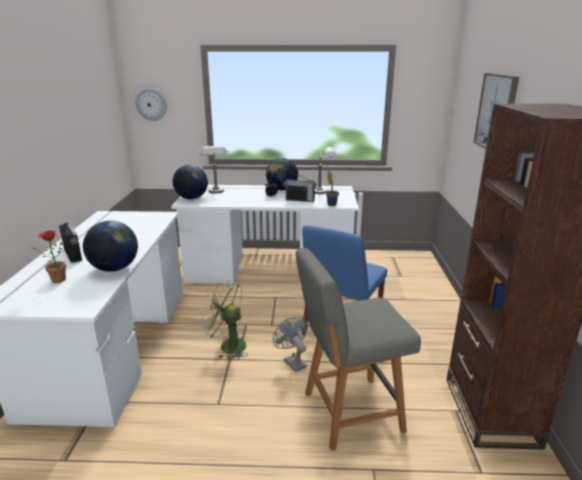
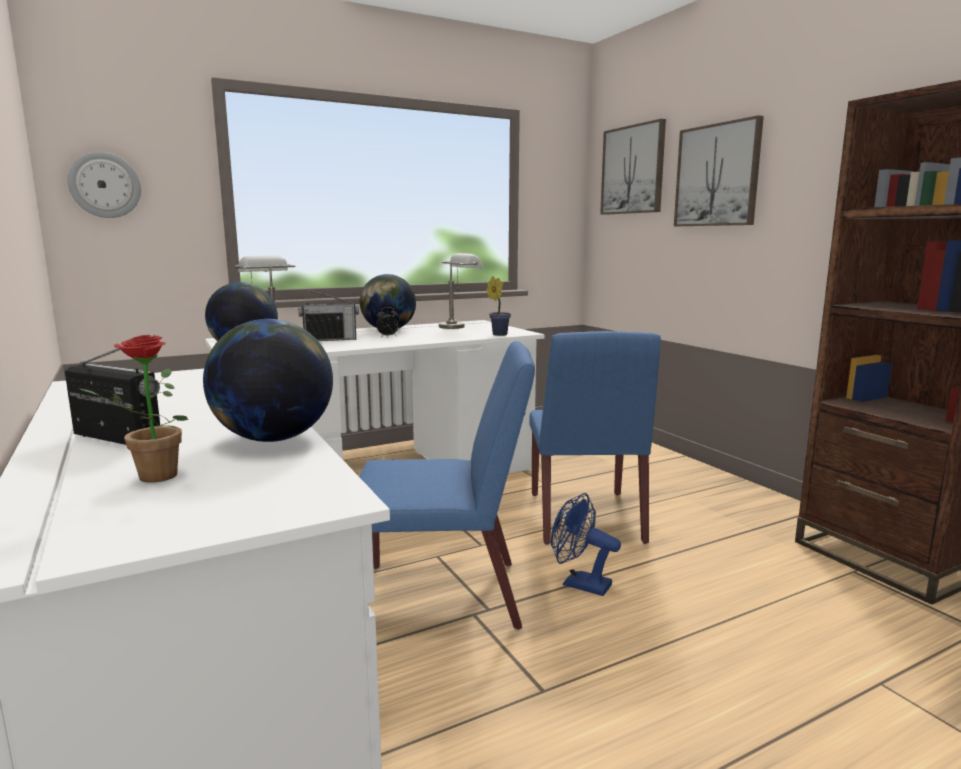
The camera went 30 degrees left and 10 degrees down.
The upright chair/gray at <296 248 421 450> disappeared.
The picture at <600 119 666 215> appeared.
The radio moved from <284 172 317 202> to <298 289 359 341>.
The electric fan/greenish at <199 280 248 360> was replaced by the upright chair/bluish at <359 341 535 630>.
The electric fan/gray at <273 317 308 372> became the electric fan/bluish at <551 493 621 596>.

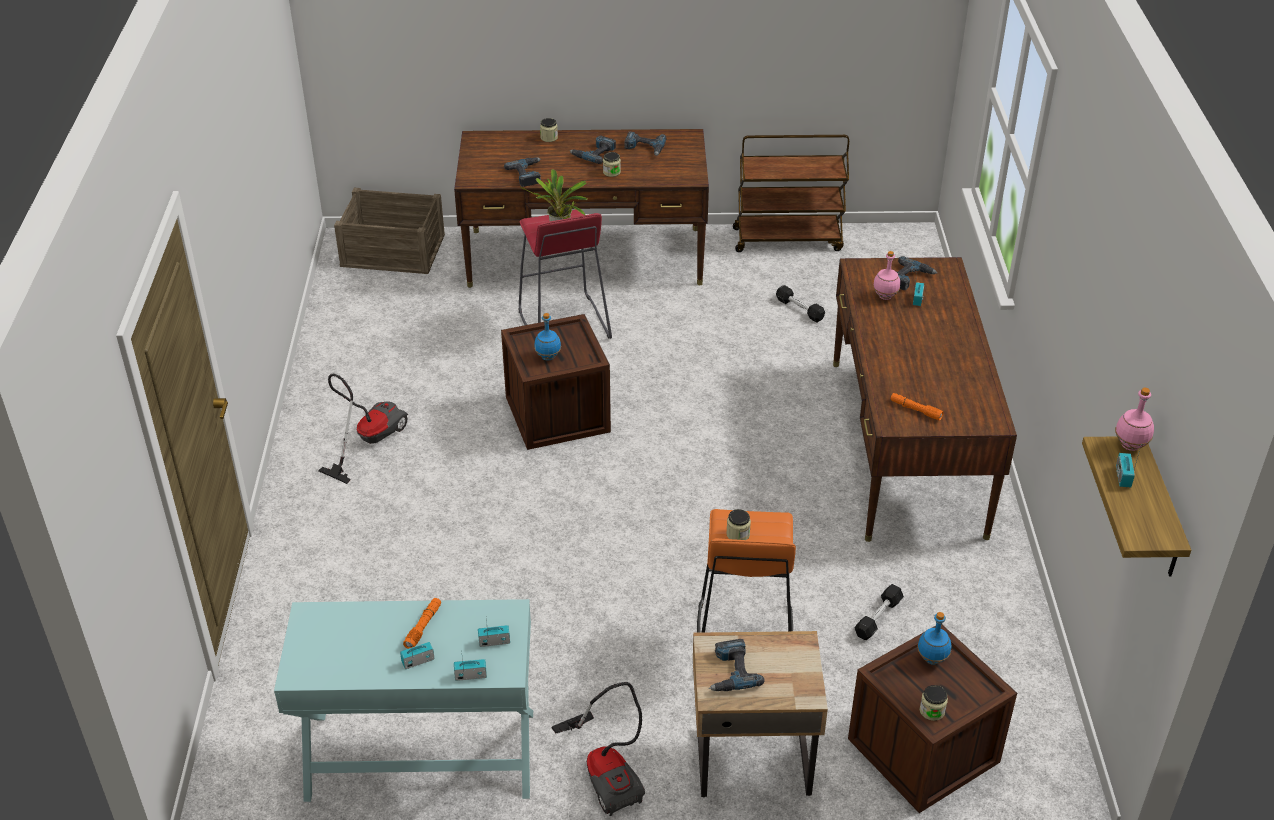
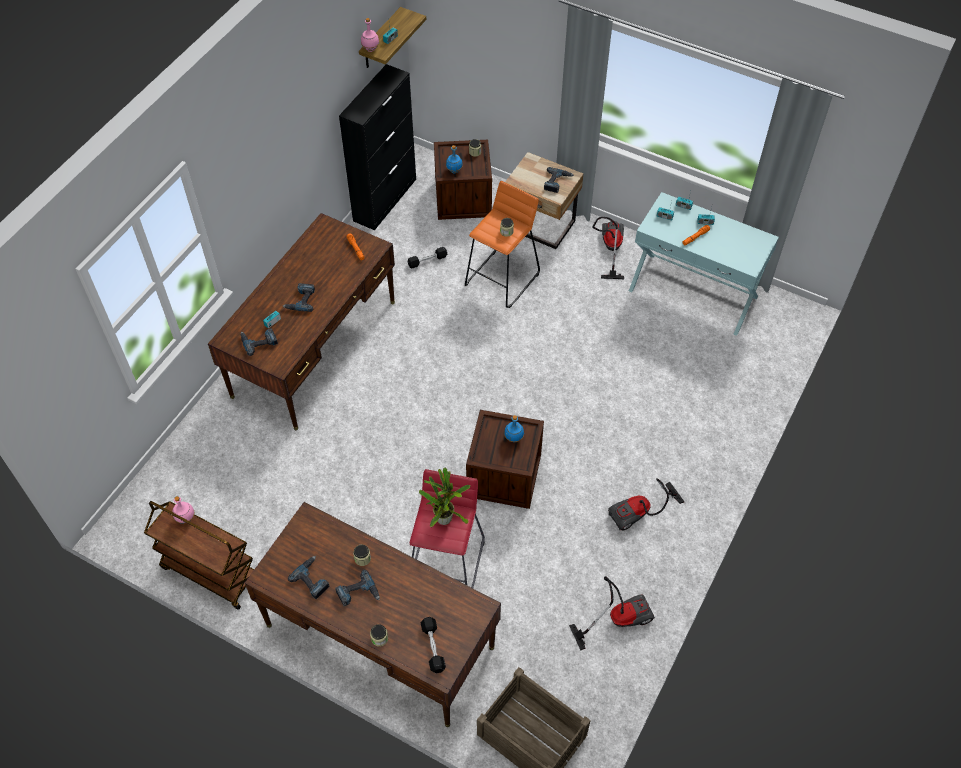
The camera went 150 degrees left and 15 degrees up.
The cupboard/blackish at <339 64 416 230> appeared.
The hoover at <569 576 655 651> appeared.
The power drill moved from <504 157 541 187> to <283 283 315 312>.
The hand weight/blackish moved from <776 285 825 323> to <421 617 446 674>.
The bottle/pink-coloured moved from <873 251 900 300> to <172 496 195 523>.

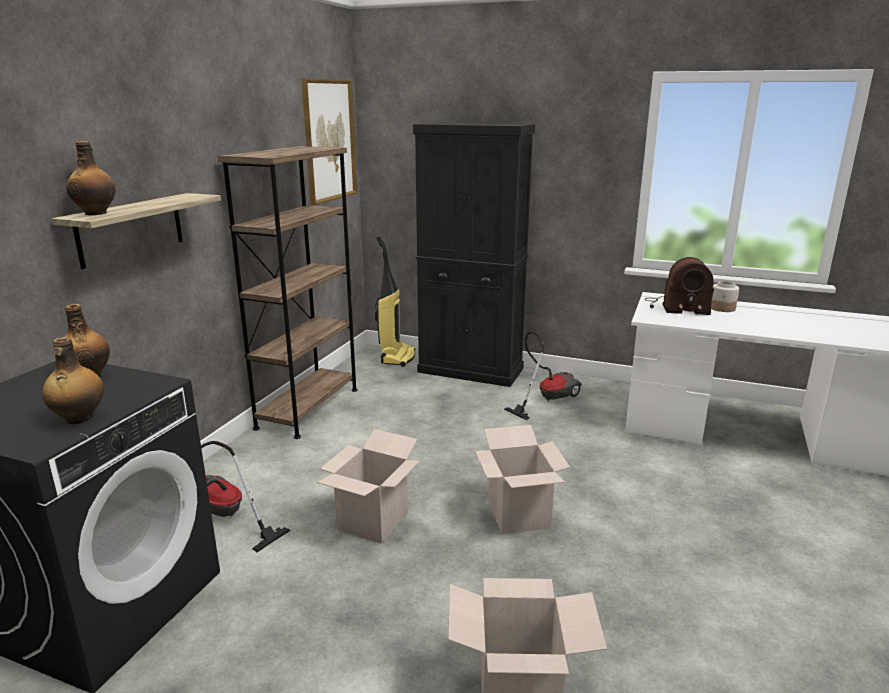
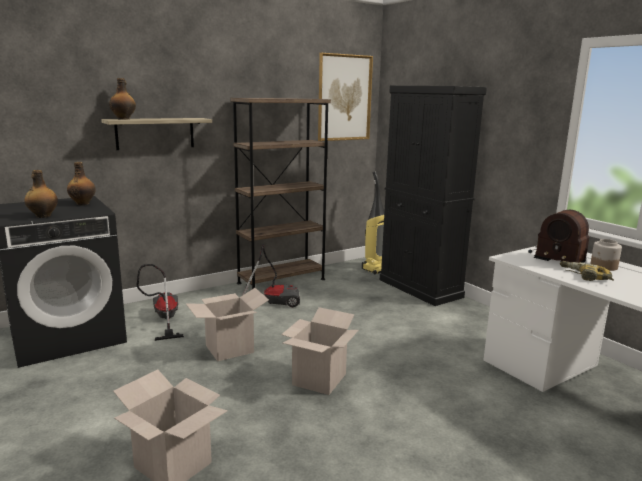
The camera went 35 degrees right and 5 degrees down.
The power drill at <560 261 614 281> appeared.
The hoover moved from <504 331 582 420> to <242 244 300 307>.

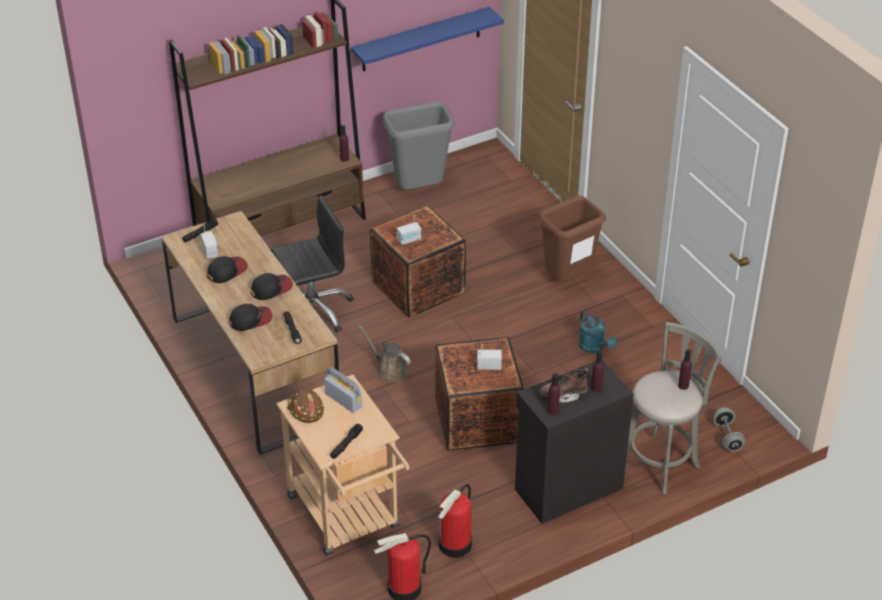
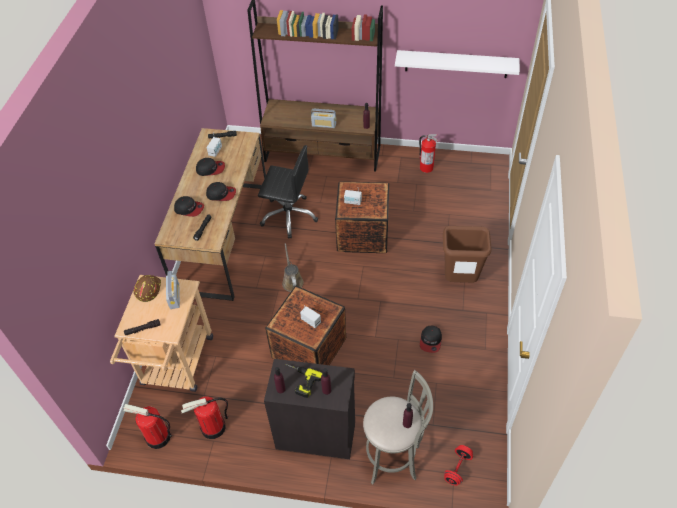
The camera went 40 degrees right and 10 degrees up.
The radio at <311 109 336 128> appeared.
The waste bin/gray at <383 102 454 189> was replaced by the fire-fighting cylinder at <419 134 438 173>.
The boot/brown at <539 367 589 402> was replaced by the power drill at <286 364 323 398>.
The watering can/turquoise at <579 310 617 353> was replaced by the baseball cap at <420 326 442 353>.
The shelf/bluish at <351 7 504 71> became the shelf/whitish at <395 50 520 78>.
The hand weight/gray at <713 407 745 451> became the hand weight/red at <444 445 473 486>.

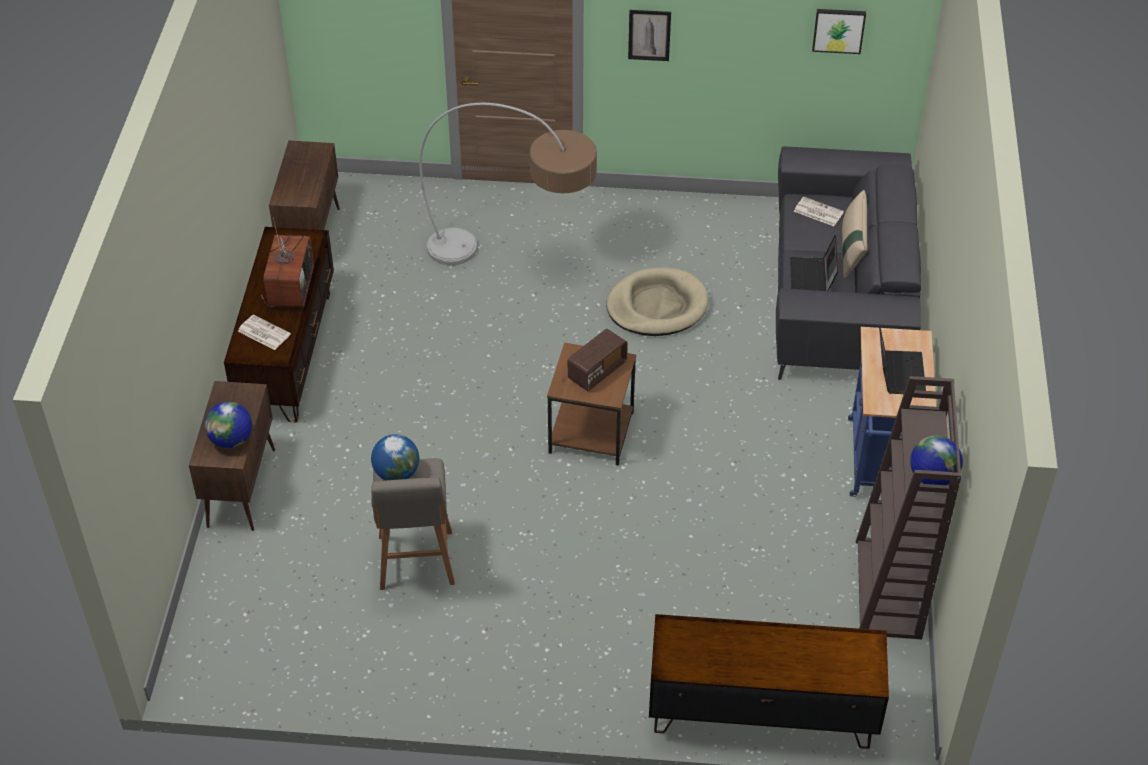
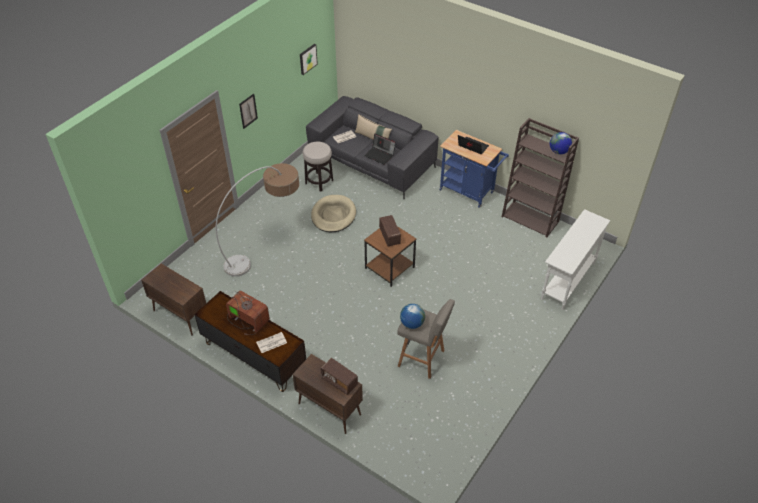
The camera went 60 degrees left and 0 degrees up.
The sitting stool at <303 142 333 191> appeared.
The world globe at <205 402 252 448> was replaced by the radio at <321 358 358 395>.
The media console/brown at <649 614 889 749> was replaced by the narrow table/whitish at <541 209 610 310>.

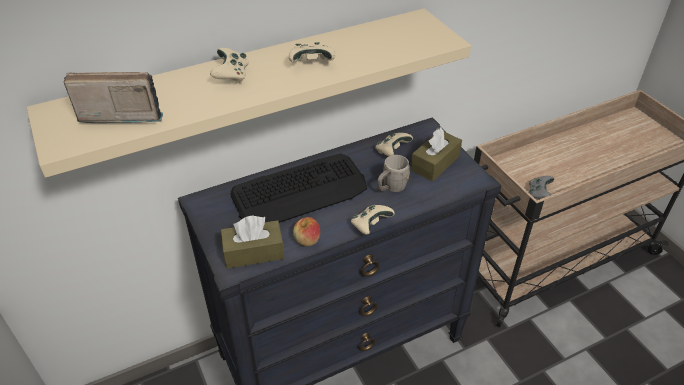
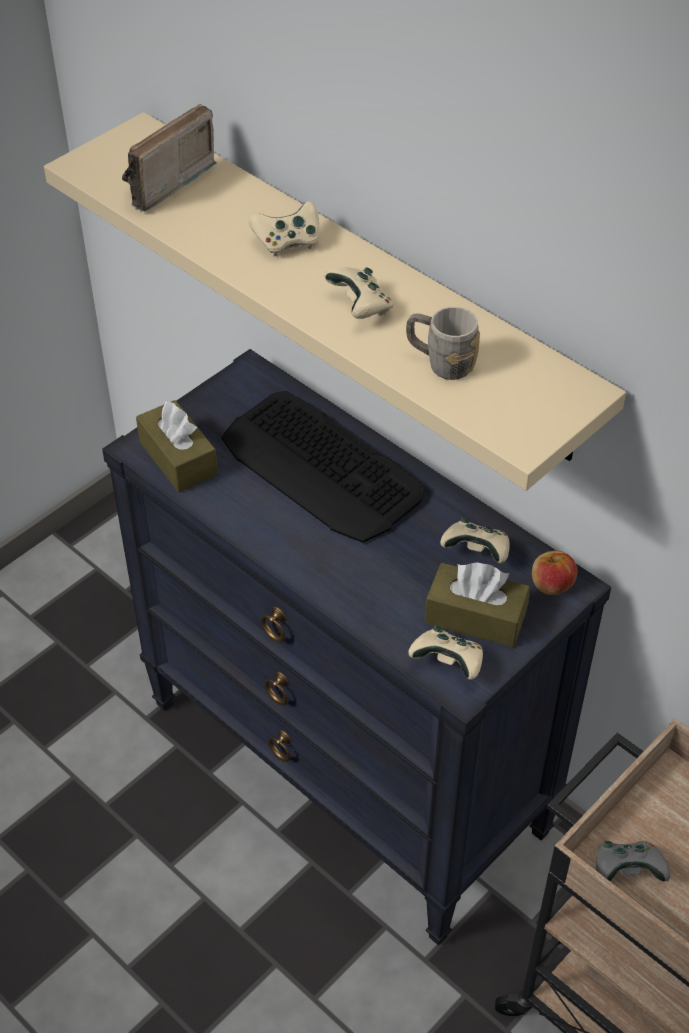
The camera went 70 degrees right and 5 degrees up.
The apple moved from <293 217 320 246> to <532 550 577 595>.
The game controller/beige-coloured moved from <351 205 395 235> to <409 625 483 680>.
The coffee mug/gray moved from <377 155 410 192> to <406 307 480 380>.
The radio at <64 72 163 123> turned 120 degrees counterclockwise.

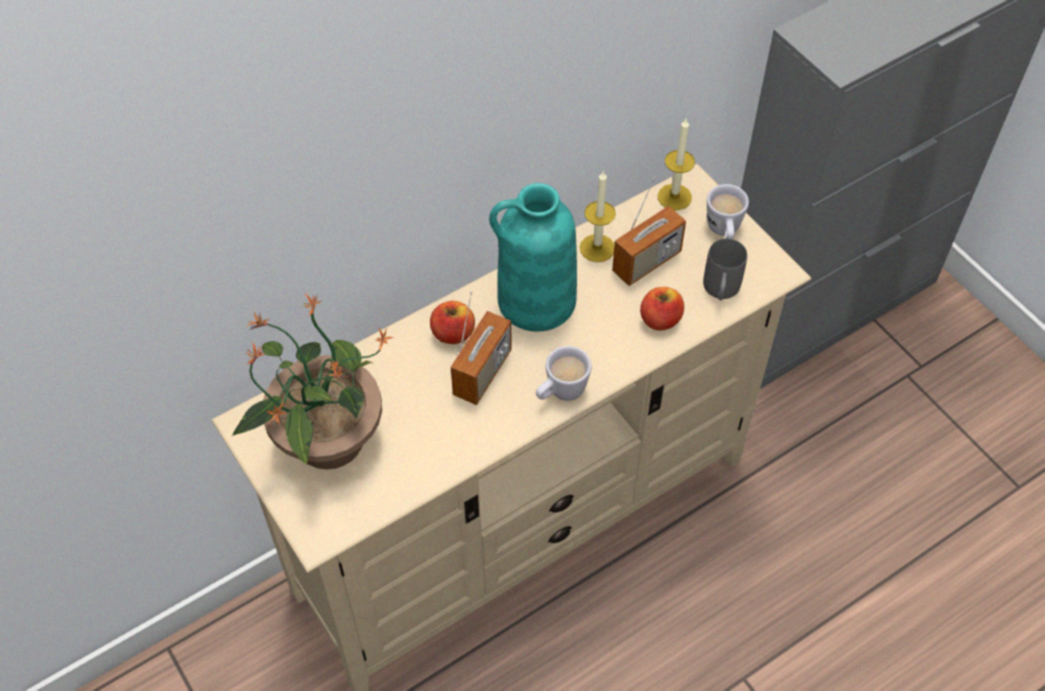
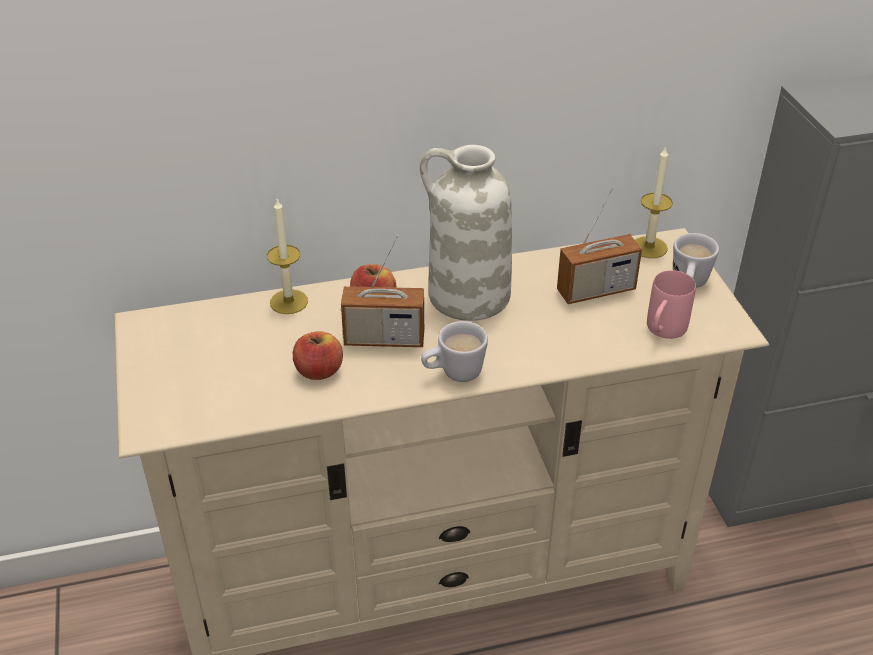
The camera went 20 degrees right and 15 degrees down.
The houseplant at <232 294 394 469> disappeared.
The wax light moved from <580 171 616 262> to <267 199 308 314>.
The apple moved from <640 287 684 331> to <293 331 343 380>.
The flower vase/turquoise at <489 183 577 332> became the flower vase/whitish at <420 145 512 321>.
The coffee mug/gray at <703 238 747 300> became the coffee mug/pink-coloured at <647 270 696 339>.
The radio at <451 291 512 405> turned 45 degrees clockwise.

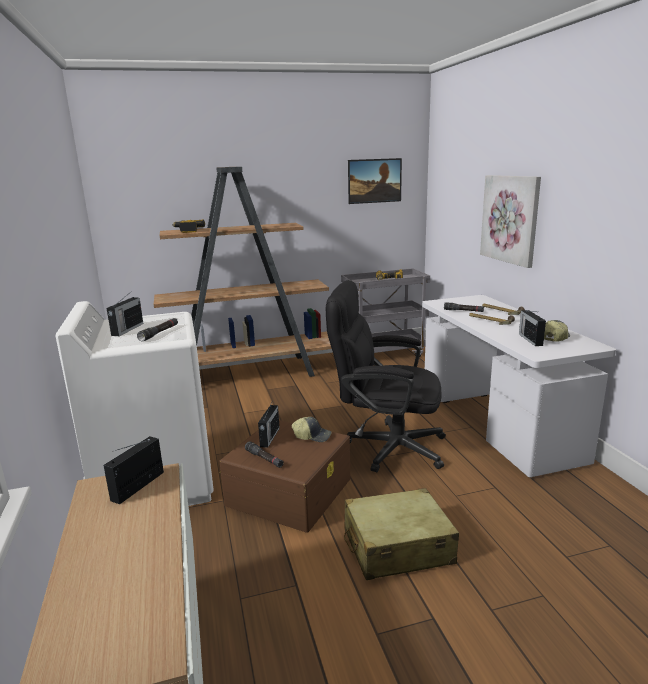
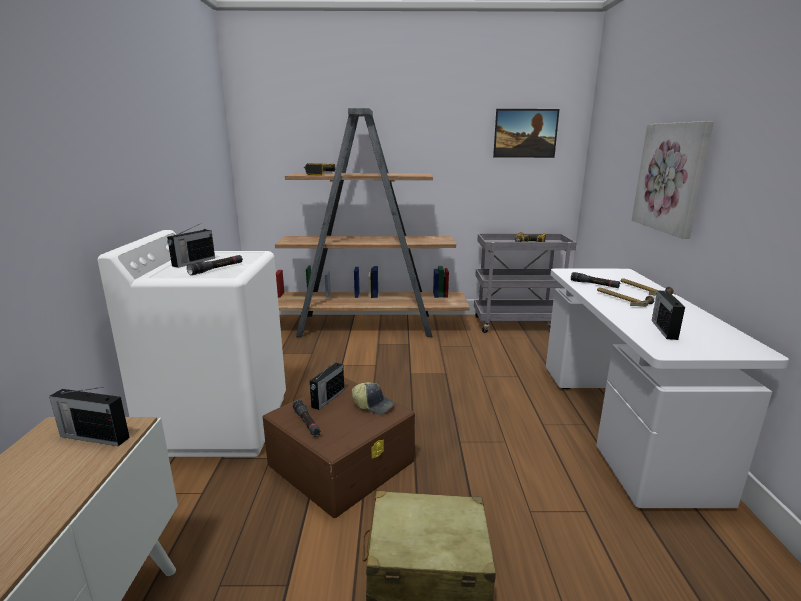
The camera went 15 degrees right and 0 degrees up.
The office chair/blackish at <326 280 446 472> disappeared.
The baseball cap at <544 320 570 342> disappeared.
The radio at <103 436 164 504> turned 120 degrees counterclockwise.

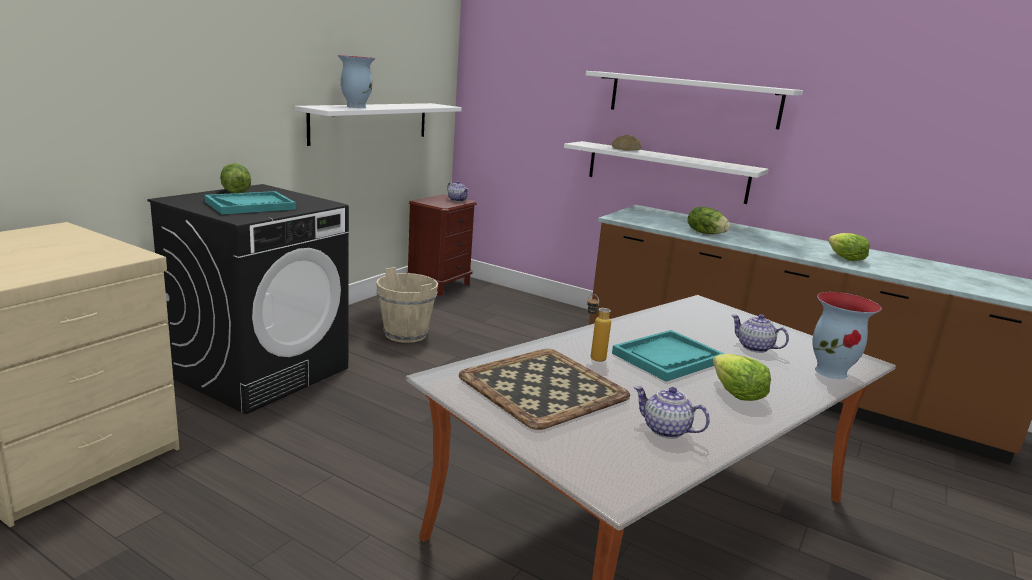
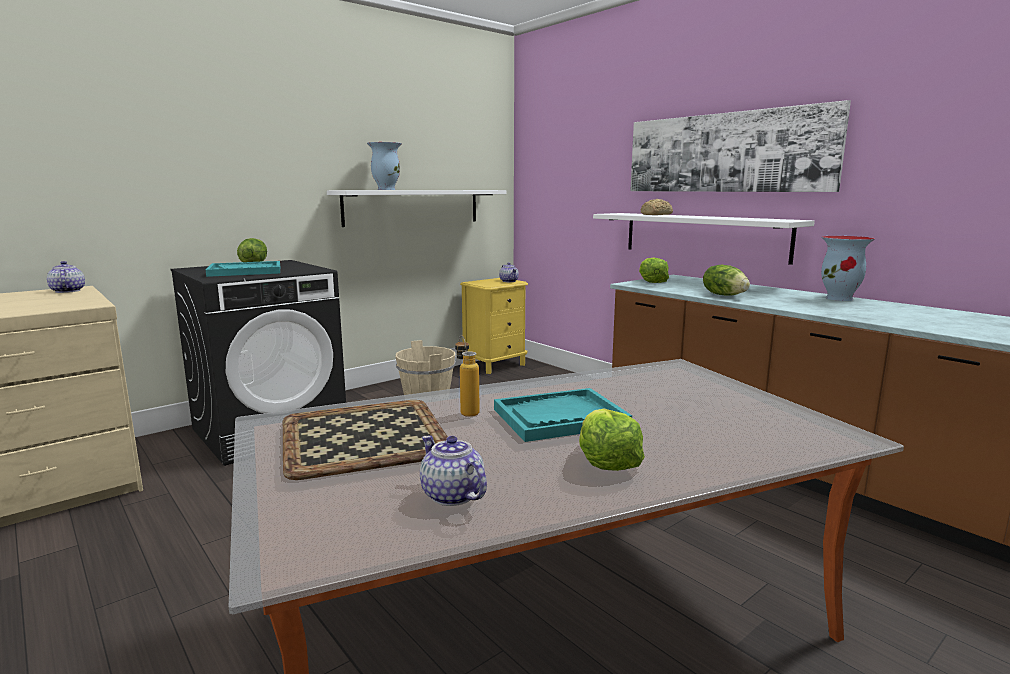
The camera went 20 degrees right and 5 degrees down.
The pot for tea moved from <731 314 789 353> to <47 261 85 293>.
The flower vase moved from <812 292 882 379> to <821 236 875 301>.
The lettuce head moved from <828 233 870 261> to <639 258 669 283>.
The shelf/whitish at <586 71 803 130> was replaced by the picture at <630 100 851 192>.
The bedside table/brown at <407 194 477 296> became the bedside table/yellow at <460 278 528 374>.

